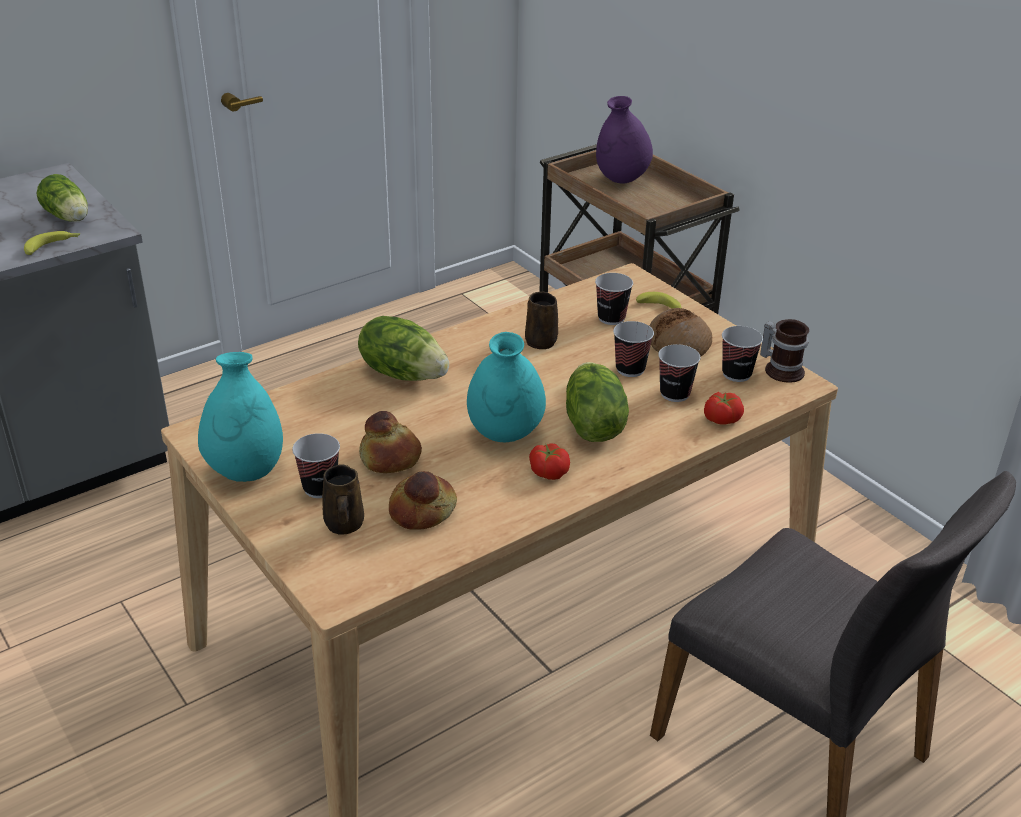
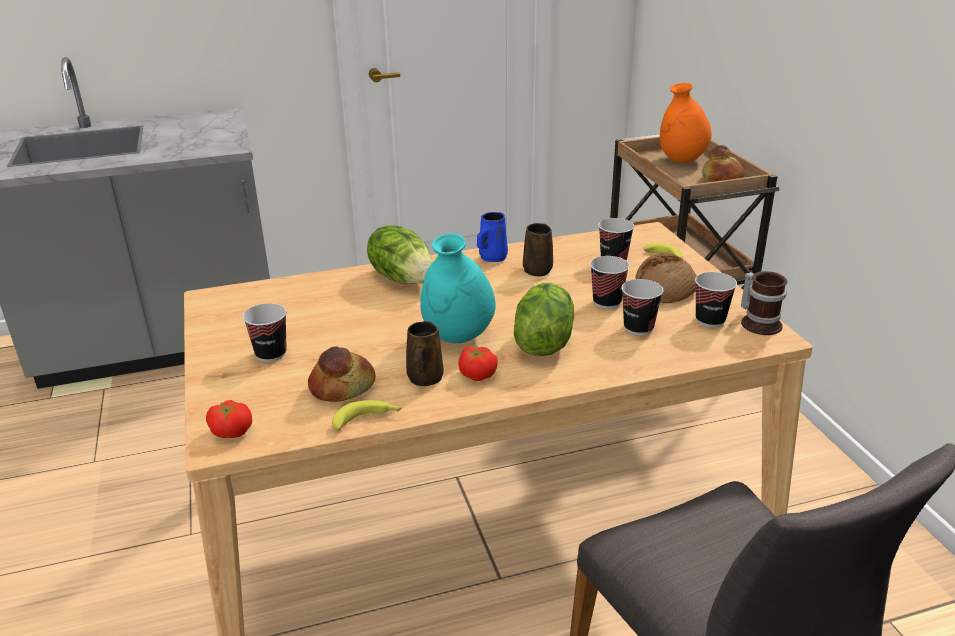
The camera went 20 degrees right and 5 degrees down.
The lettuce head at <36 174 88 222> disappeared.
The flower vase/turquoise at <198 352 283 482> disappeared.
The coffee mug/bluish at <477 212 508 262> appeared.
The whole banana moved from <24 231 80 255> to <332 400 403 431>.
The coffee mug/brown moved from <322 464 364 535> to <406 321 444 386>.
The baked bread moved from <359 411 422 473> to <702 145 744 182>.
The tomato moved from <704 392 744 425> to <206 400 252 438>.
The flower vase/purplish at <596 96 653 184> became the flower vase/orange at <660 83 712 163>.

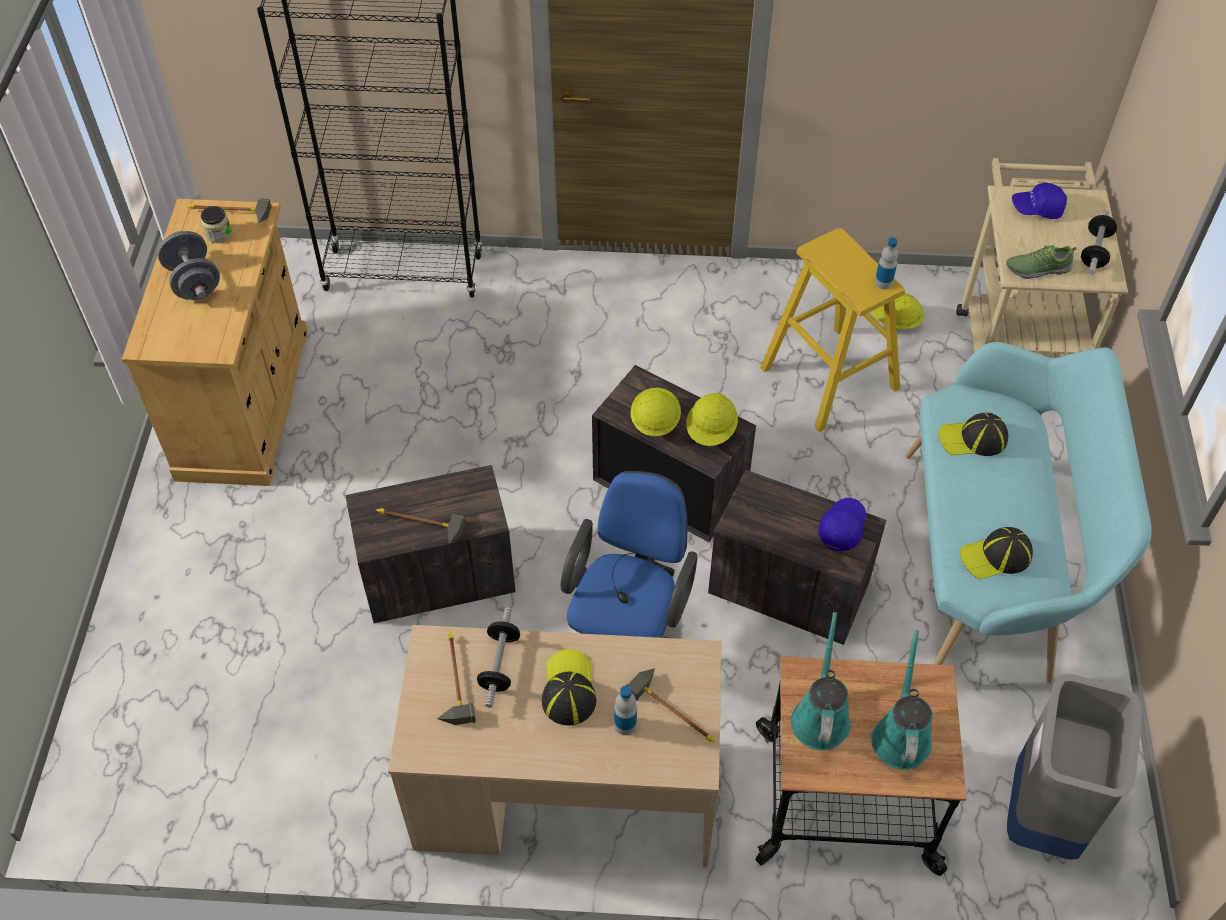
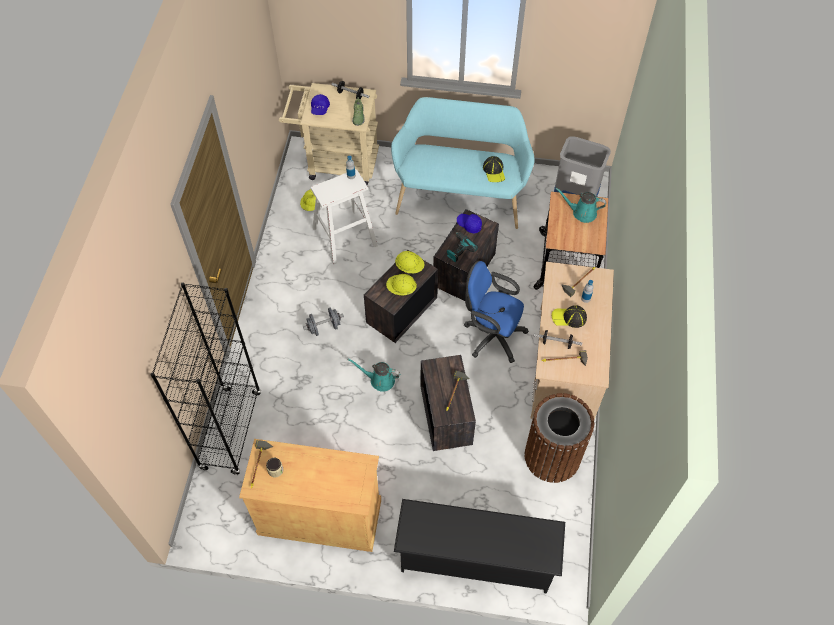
The camera went 85 degrees left and 5 degrees up.
The baseball cap at <938 413 1008 456> disappeared.
The shoe shelf/blackish at <394 499 565 593> appeared.
The power drill at <447 232 478 262> appeared.
The waste bin/brown at <525 393 594 483> appeared.
The hand weight/gray moved from <157 231 220 300> to <303 308 344 336>.
The watering can/turquoise moved from <791 612 850 751> to <348 358 400 392>.
The sitting stool/yellow at <760 228 905 432> became the sitting stool/whitish at <311 169 378 264>.

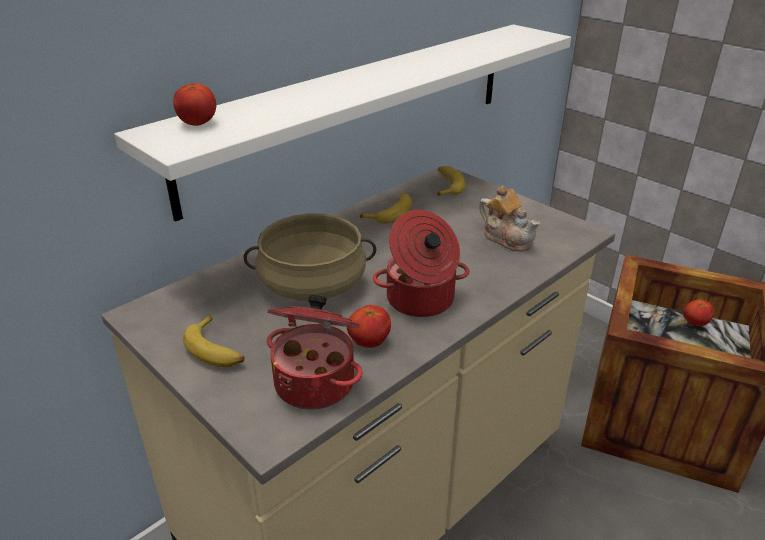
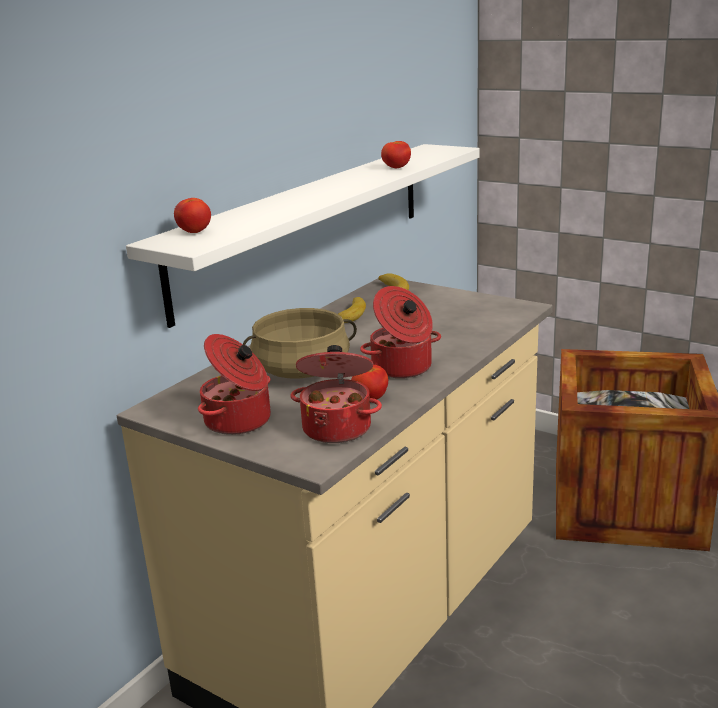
The camera went 10 degrees left and 10 degrees down.
The pot for tea at <479 185 540 252> disappeared.
The tomato moved from <684 299 714 326> to <381 141 411 168>.
The whole banana at <183 315 245 367> was replaced by the saucepot at <198 334 271 435>.

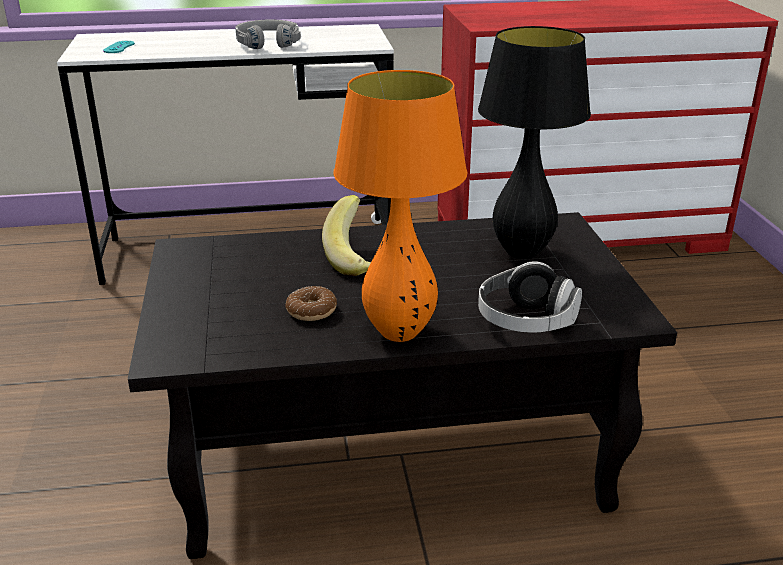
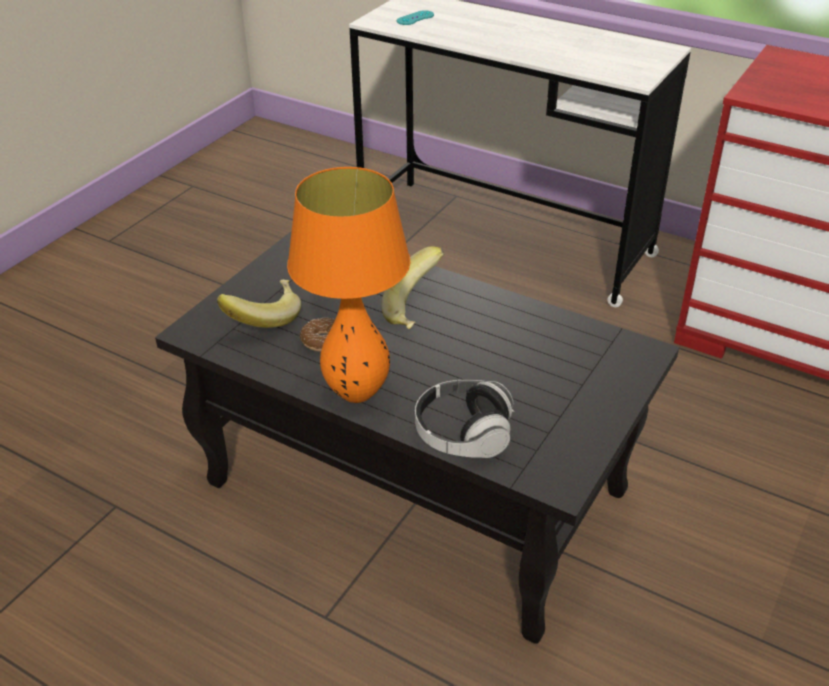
The camera went 40 degrees right and 10 degrees up.
The pair of headphones/gray at <235 20 301 49> disappeared.
The lamp for a table/blackish at <478 26 591 259> disappeared.
The whole banana at <217 280 301 328> appeared.

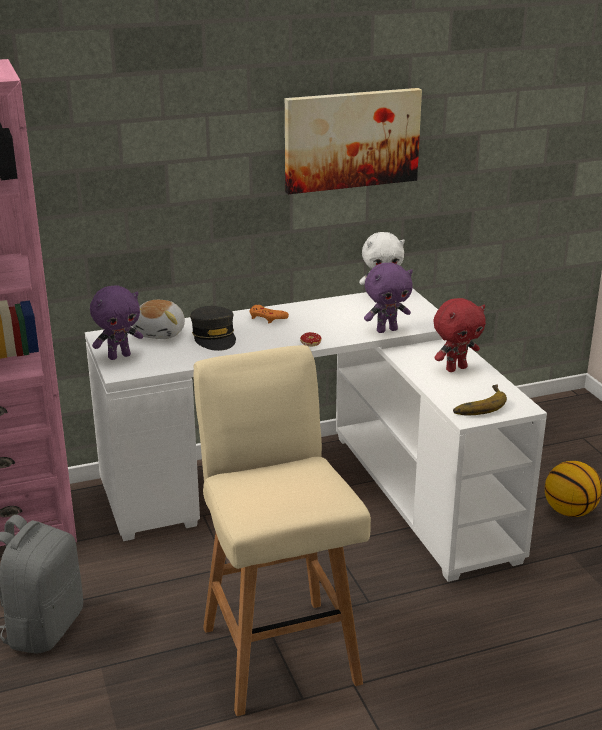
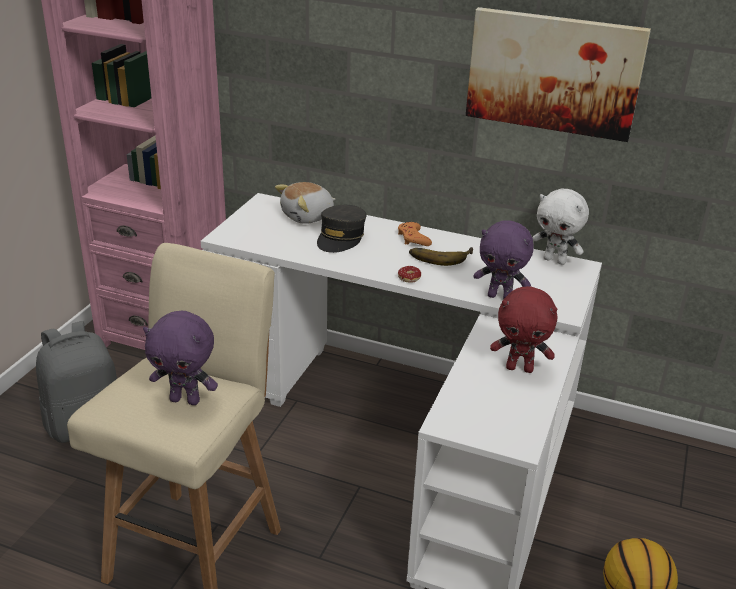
The camera went 40 degrees right and 5 degrees up.
The cuddly toy/purplish moved from <90 285 143 360> to <143 311 218 405>.
The whole banana moved from <453 385 507 415> to <409 247 473 266>.

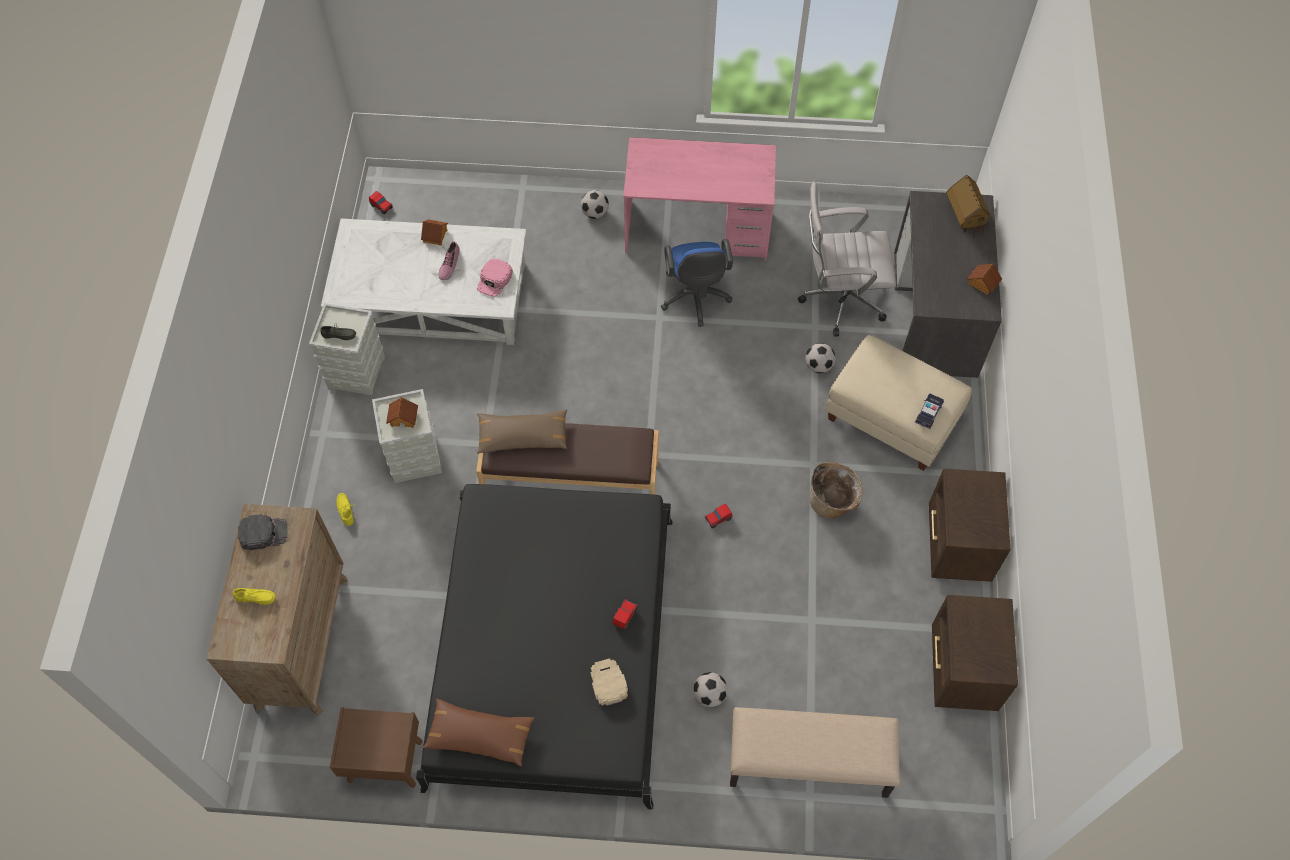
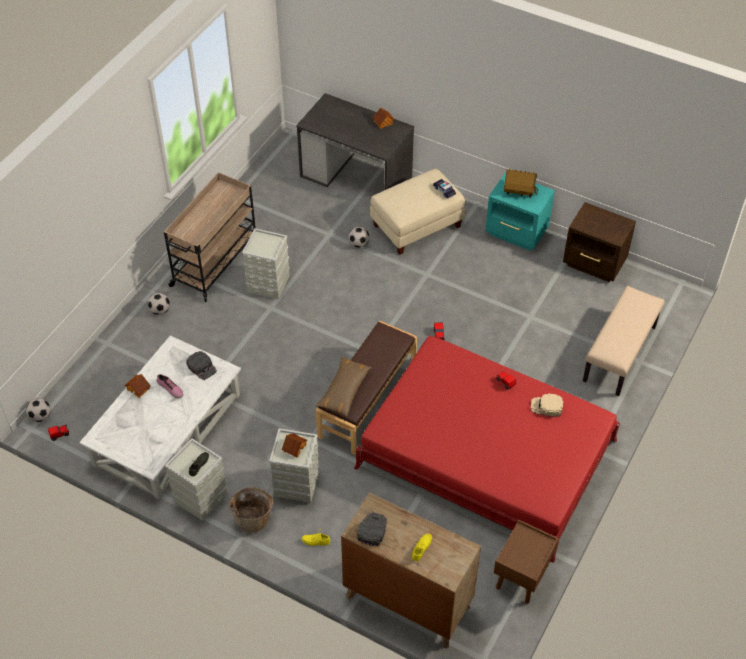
The camera went 65 degrees left and 10 degrees down.
The throw pillow/brown at <423 699 535 766> disappeared.
The office chair/whitish at <798 181 896 337> disappeared.
The ball for football moved from <693 672 728 707> to <26 398 51 422>.
The storage basket moved from <809 462 862 519> to <229 487 274 533>.
The toy house moved from <946 175 992 238> to <504 169 538 198>.
The desk/pink-coloured at <623 137 776 261> was replaced by the cart/beige-coloured at <164 172 256 302>.
The office chair/bluish at <661 239 733 327> was replaced by the storage bin/gray at <242 228 290 300>.
The sleeping bed/blackish at <416 484 672 810> became the sleeping bed/red at <354 336 620 563>.
The baseball cap/pink-coloured at <477 259 513 297> became the baseball cap/blackish at <186 351 217 380>.
The bedside table/brown at <929 469 1011 582> became the bedside table/turquoise at <485 172 555 251>.

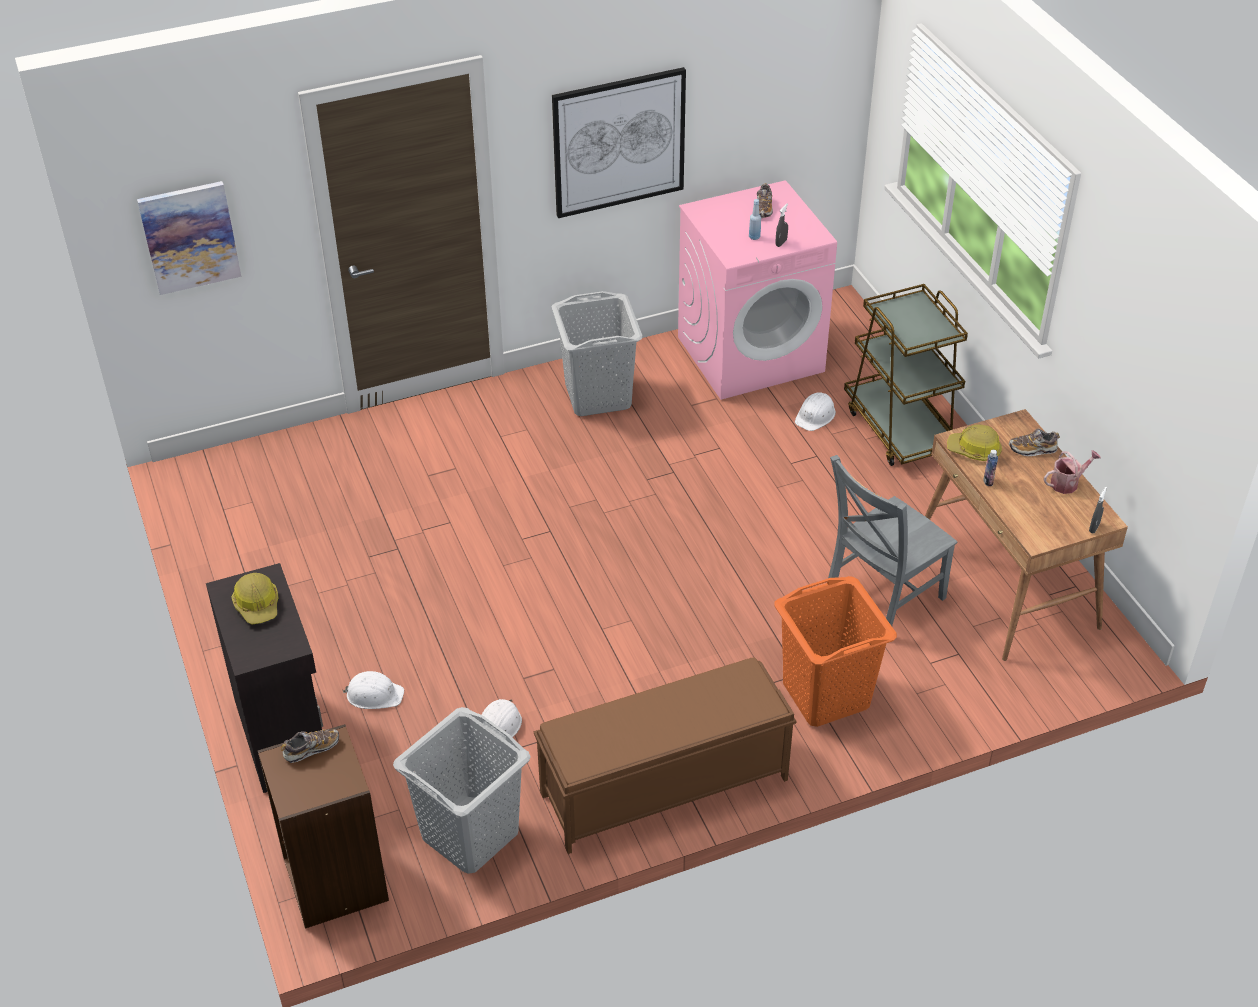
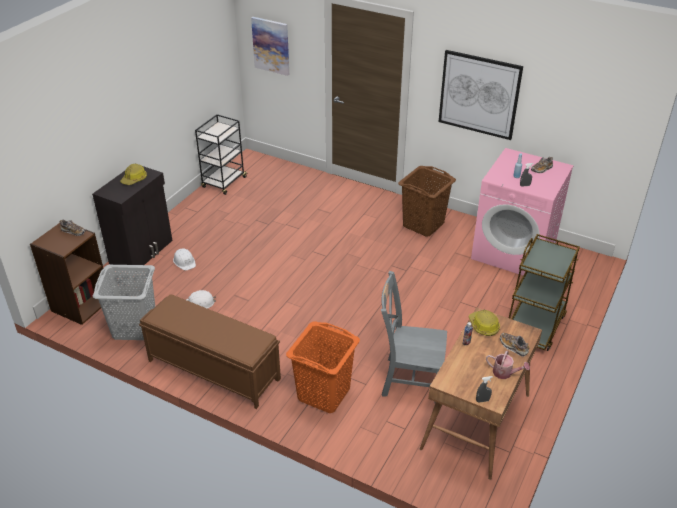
The camera went 50 degrees right and 5 degrees down.
The work helmet/whitish at <795 392 836 431> disappeared.
The cart/blackish at <195 114 248 195> appeared.
The laundry basket/gray at <551 291 643 416> became the laundry basket/brown at <398 166 456 237>.

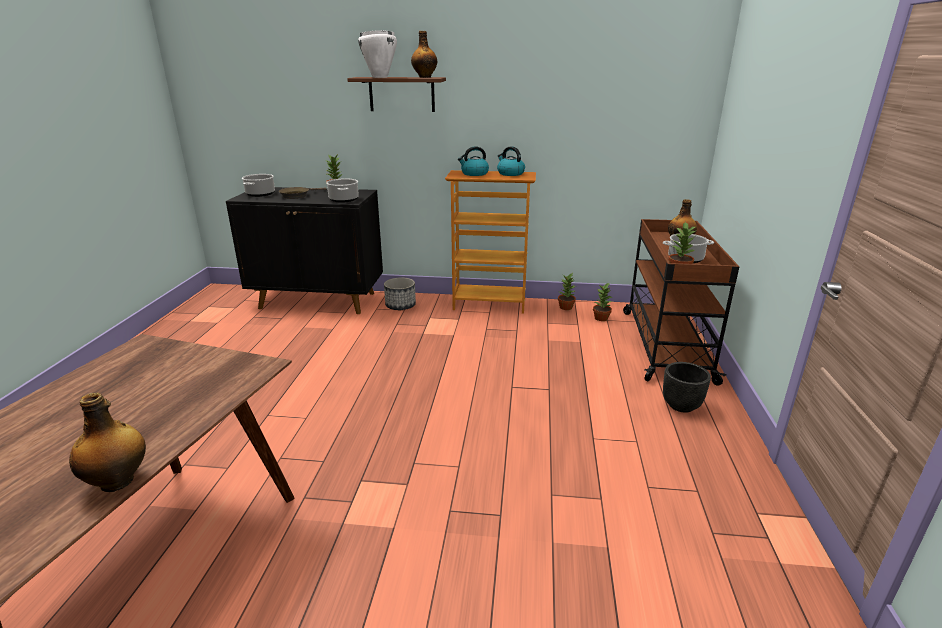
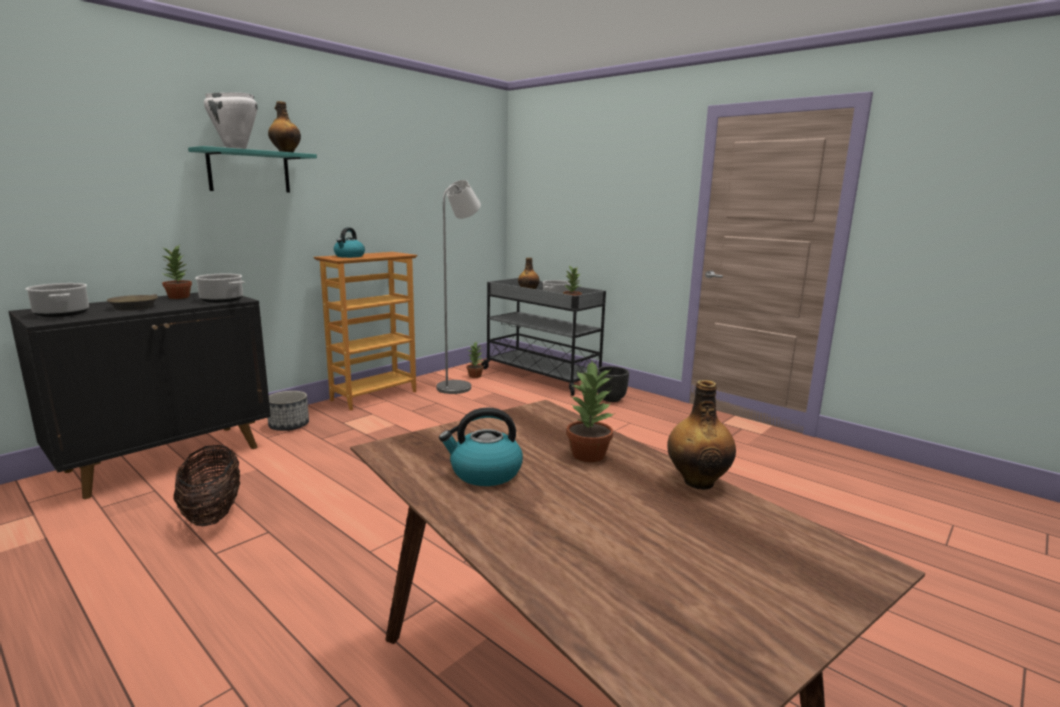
The camera went 55 degrees left and 10 degrees down.
The storage basket at <173 445 240 526> appeared.
The standing lamp/gray at <436 180 481 394> appeared.
The kettle moved from <497 146 525 176> to <439 407 523 486>.
The houseplant moved from <558 273 576 310> to <566 361 614 462>.
The shelf/brown at <347 77 446 112> became the shelf/turquoise at <188 146 317 193>.
The cart/brown at <623 219 739 386> became the cart/gray at <481 278 606 396>.

